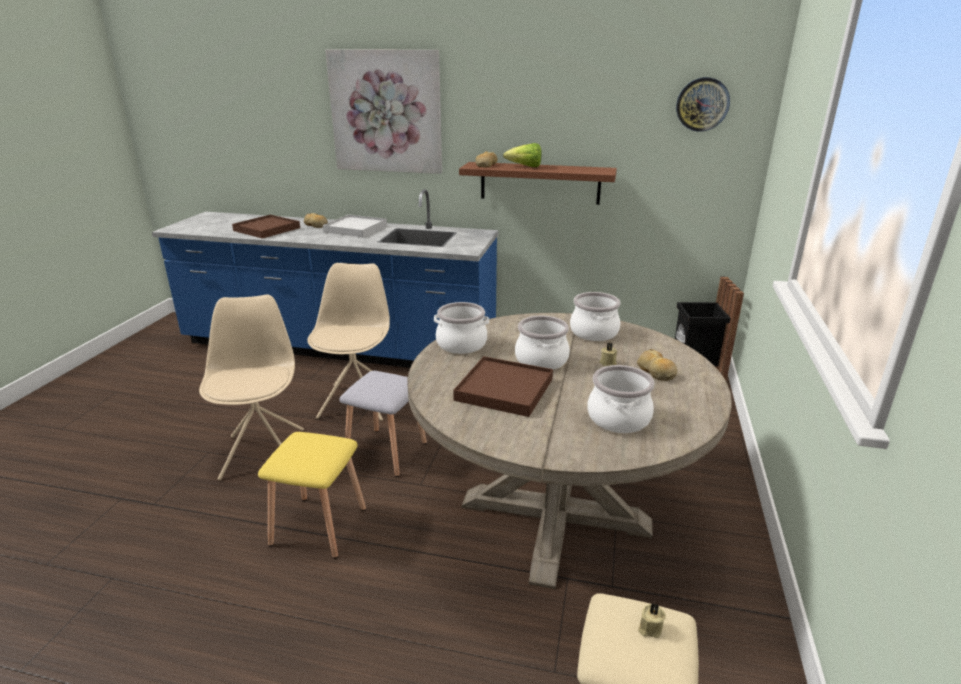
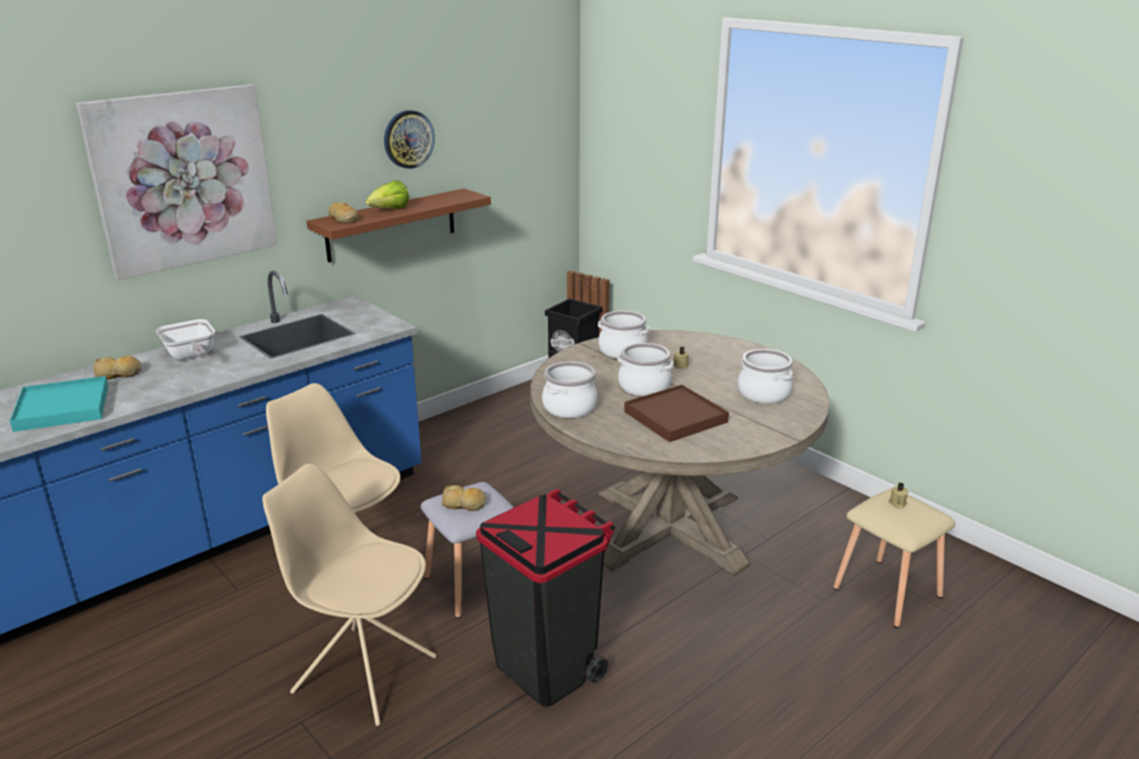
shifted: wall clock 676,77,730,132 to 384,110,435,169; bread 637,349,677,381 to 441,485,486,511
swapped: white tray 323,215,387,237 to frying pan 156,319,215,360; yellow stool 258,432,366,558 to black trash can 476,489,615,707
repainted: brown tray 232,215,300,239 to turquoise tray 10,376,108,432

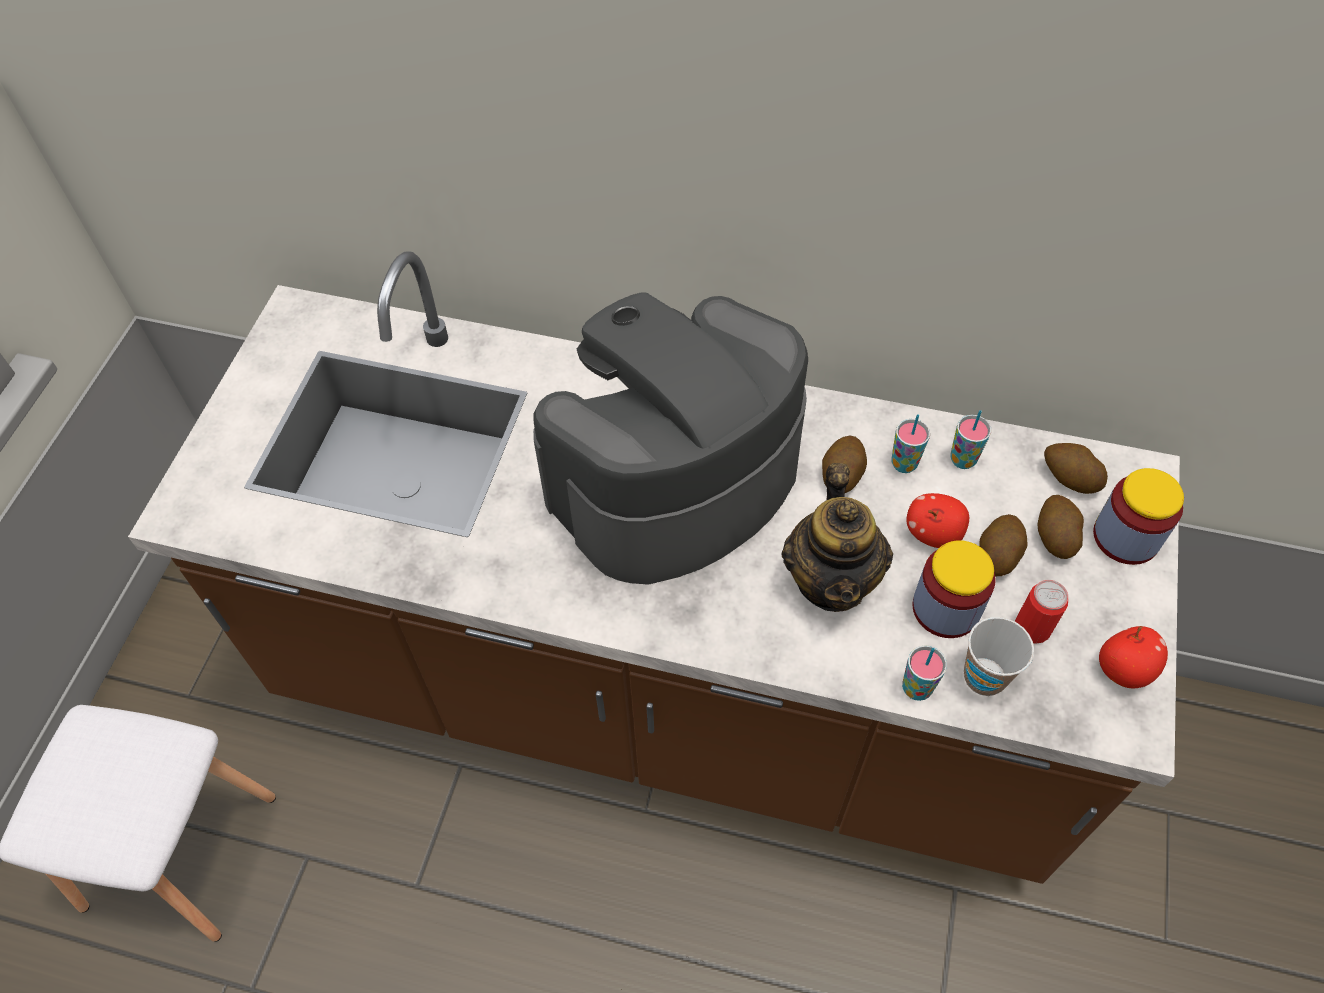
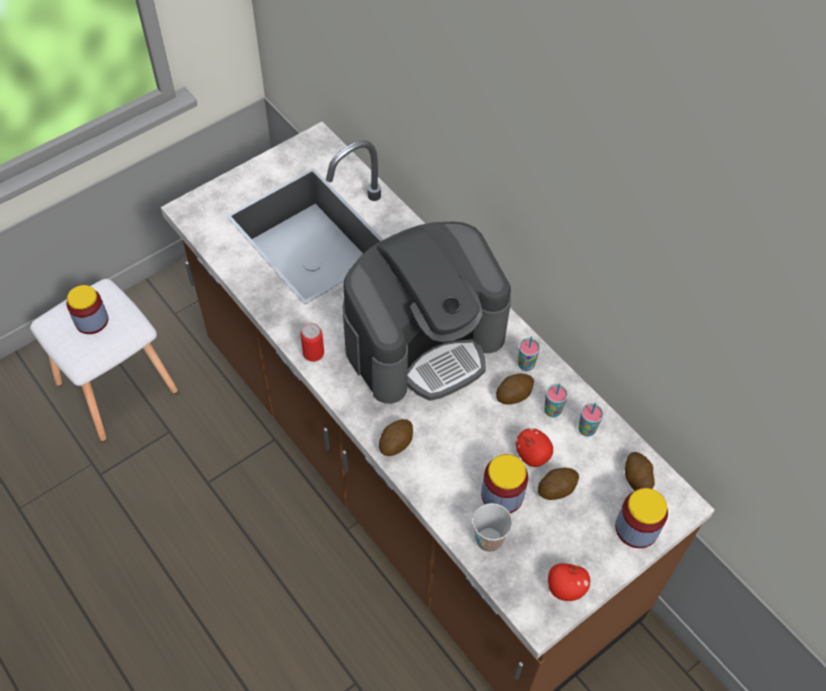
gone: teapot 782,463,893,612
new: jar 66,285,108,334
shifted: potato 1037,495,1084,559 to 379,419,413,456; can 1015,580,1068,644 to 300,323,324,362; cup 902,645,947,701 to 518,336,540,371
rotated: coffee machine 533,292,808,585 = 343,222,511,404 150 degrees clockwise

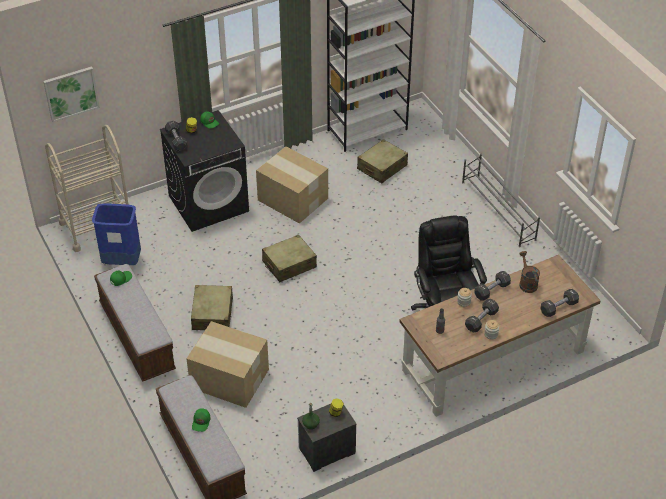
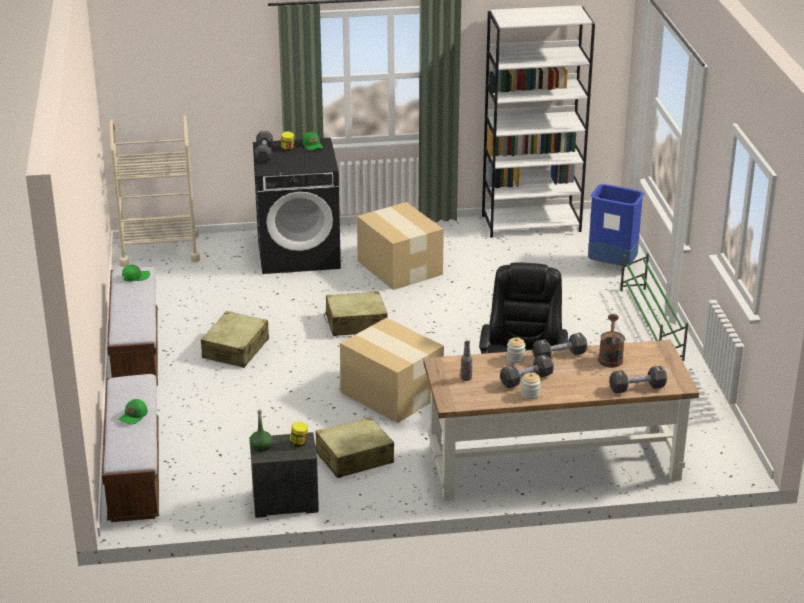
gone: picture 43,66,100,122
shifted: beige suitcase 357,139,408,183 to 315,417,394,478; blue trash can 92,203,141,265 to 588,184,644,266; cardboard box 186,321,269,408 to 340,318,444,423
repainted: grey shoe rack 462,154,540,247 to green shoe rack 620,253,688,361

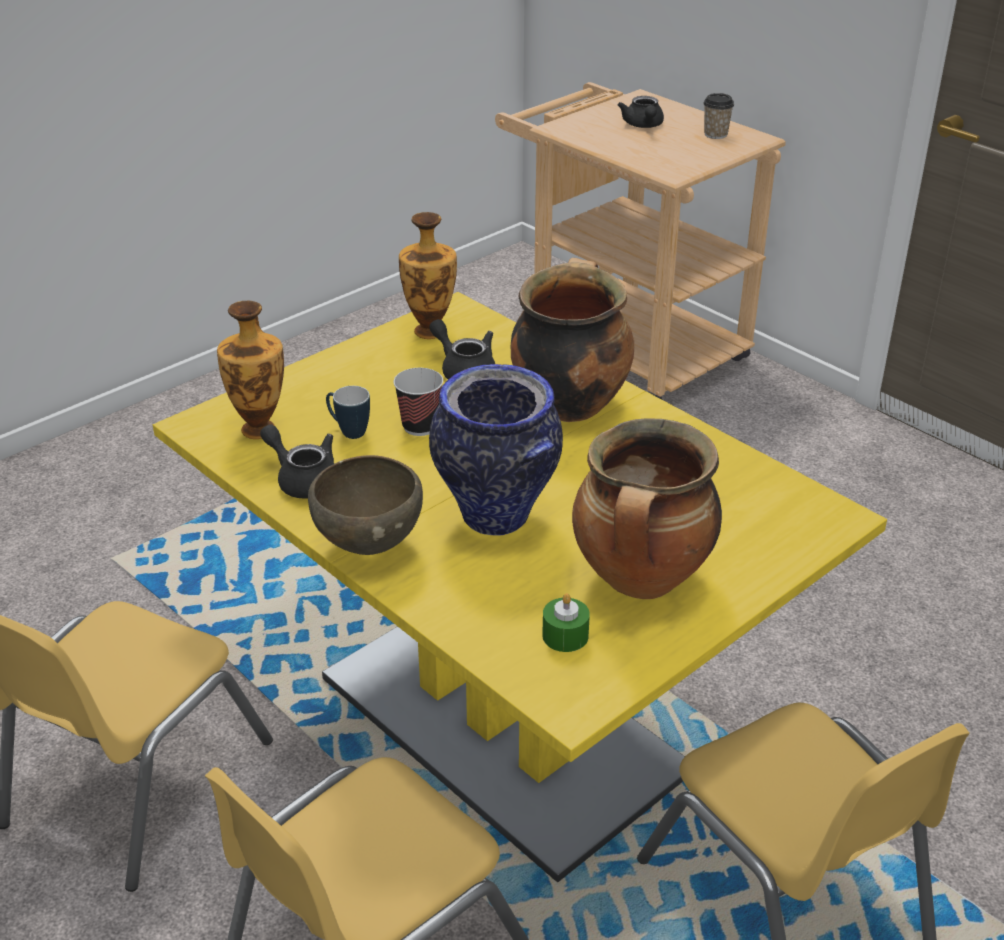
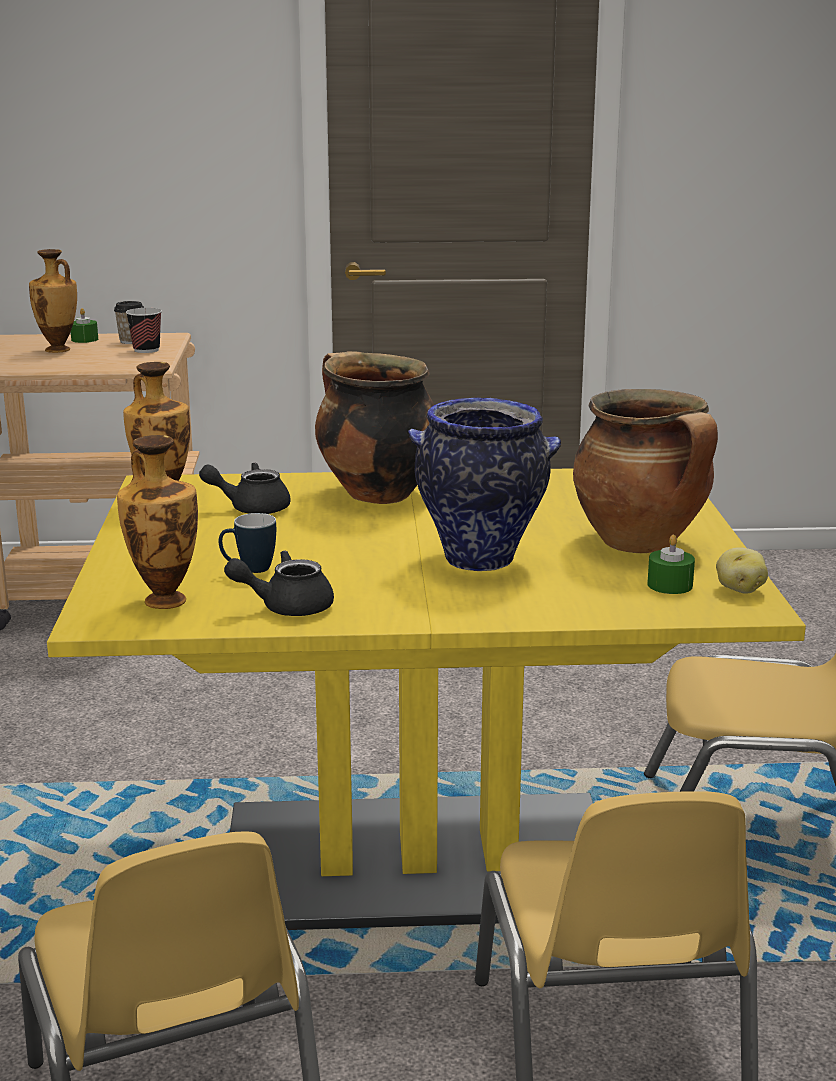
gone: brown bowl 308,455,423,555
new: green candle 71,308,98,343; potato 716,547,768,594
shifted: cup 393,368,443,436 to 126,308,162,353
swapped: black teapot 618,96,664,128 to vase 29,249,77,353

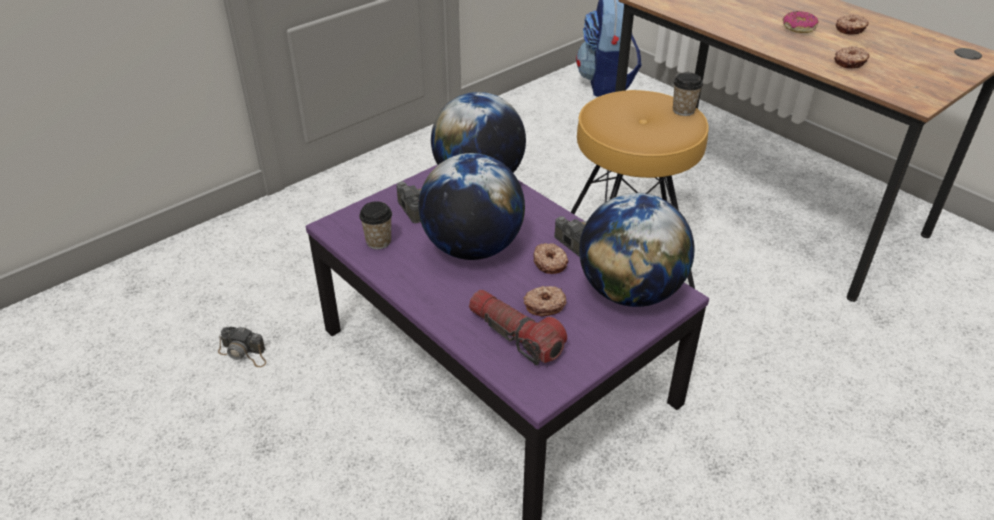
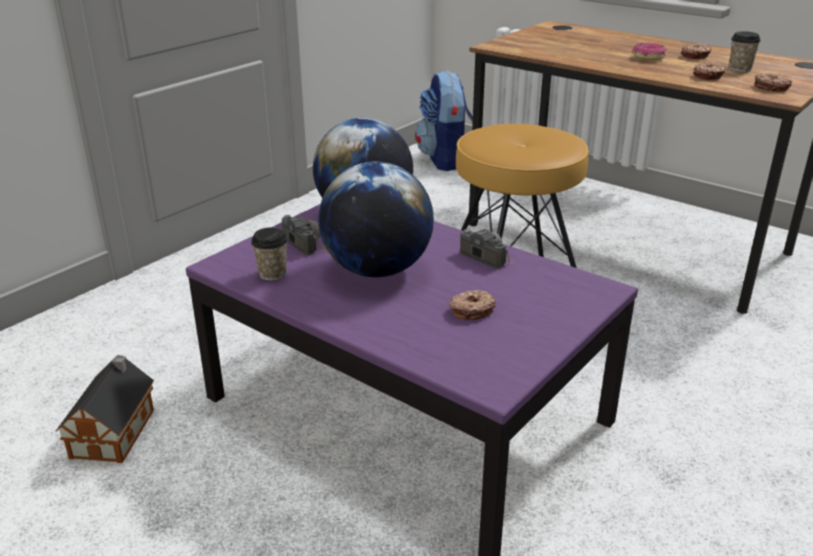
gone: globe 579,193,695,307; flashlight 469,290,567,365
shifted: cup 673,72,703,116 to 729,31,761,72; donut 533,243,569,274 to 754,73,792,92
swapped: photo camera 218,326,266,367 to toy house 56,355,154,463

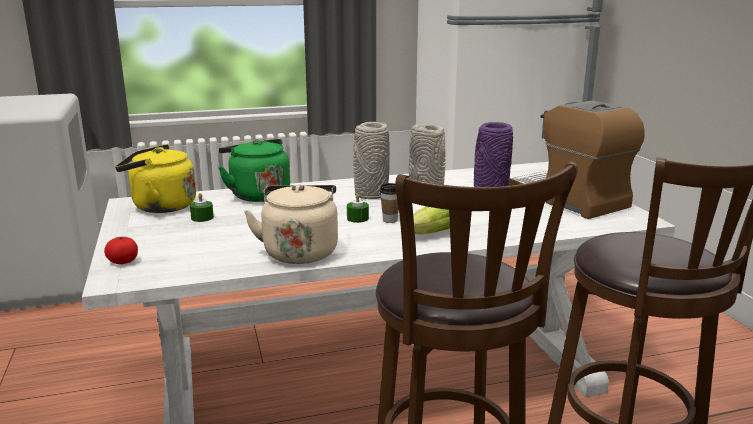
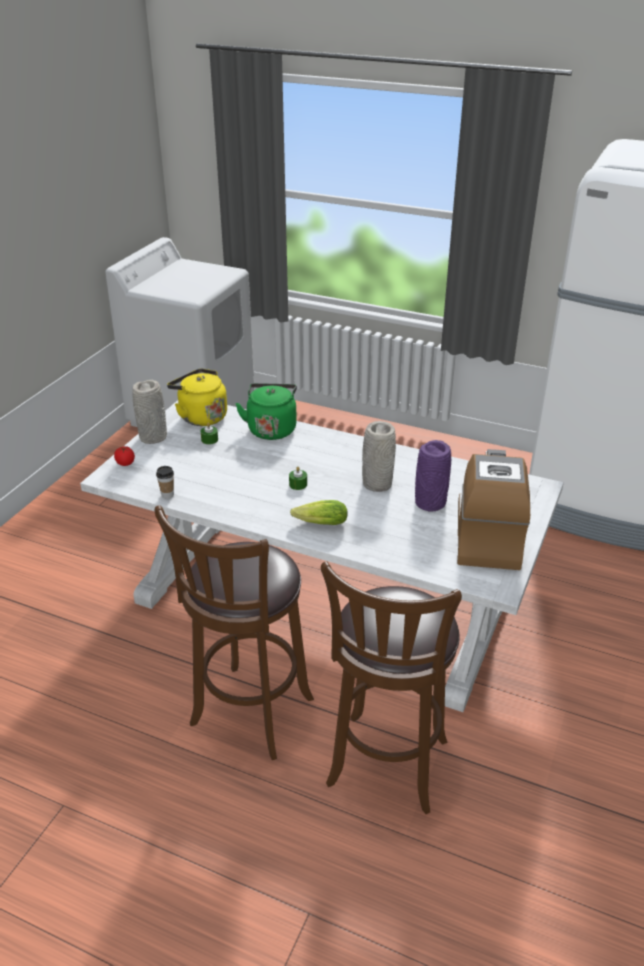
gone: beige kettle 244,184,338,264
shifted: grey vase 353,122,390,199 to 132,380,167,444; cup 380,183,399,223 to 156,466,174,499

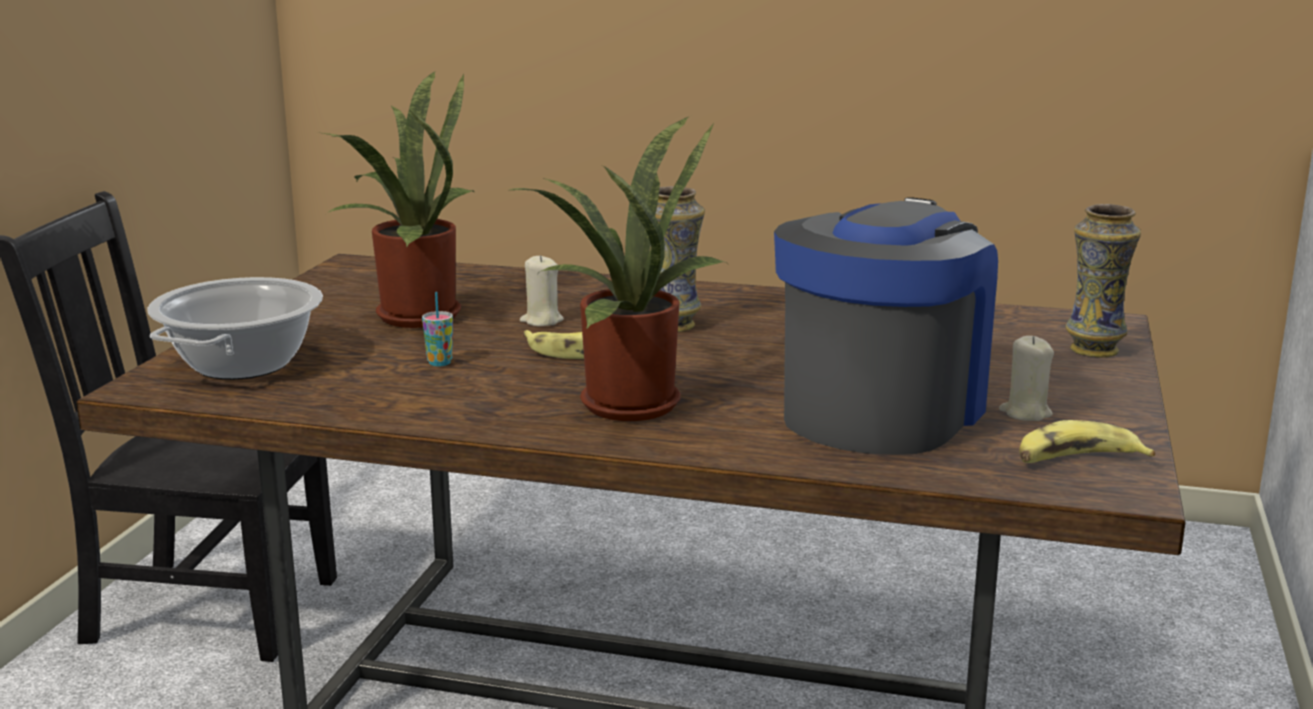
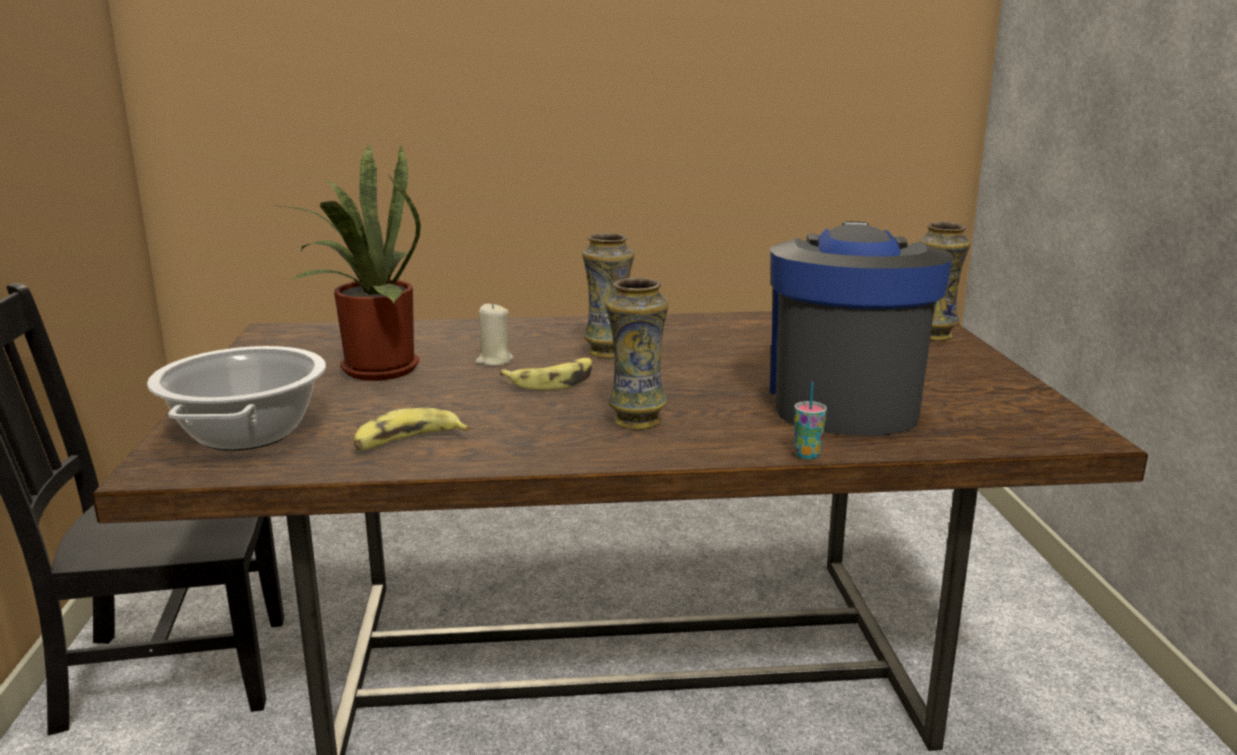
gone: beige candle 999,336,1054,421
shifted: cup 422,292,453,366 to 794,382,827,459; banana 1020,420,1155,463 to 354,408,470,450
swapped: potted plant 510,116,729,421 to vase 605,278,668,430

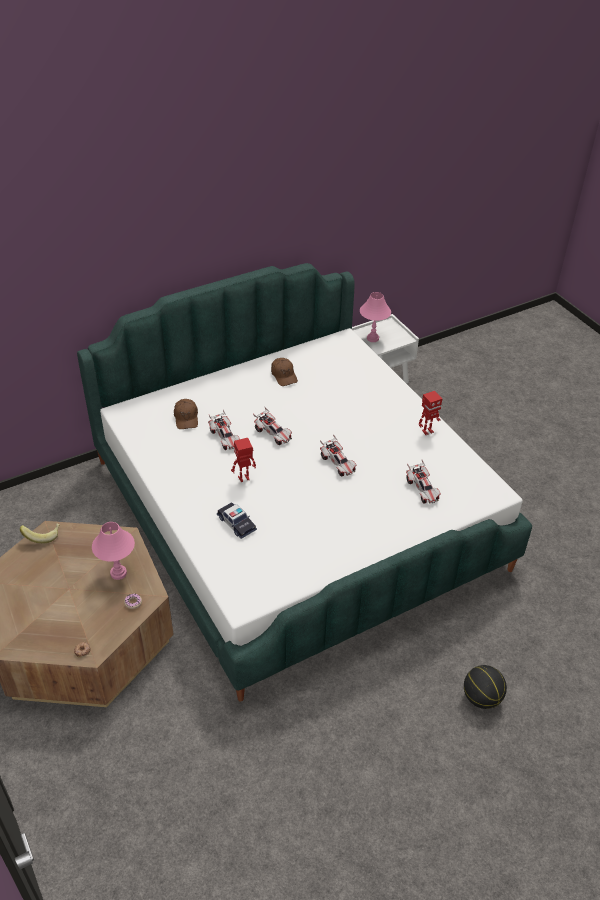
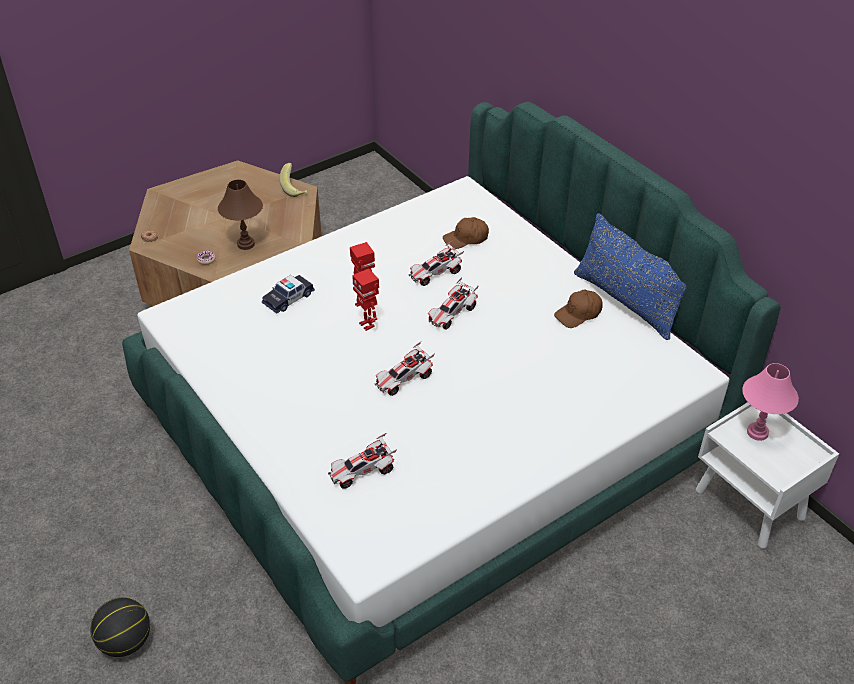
new: blue pillow 574,213,687,340
shifted: toy robot 419,391,442,435 to 352,269,379,331
repainted: pink table lamp 92,522,135,580 to brown table lamp 218,180,263,250

